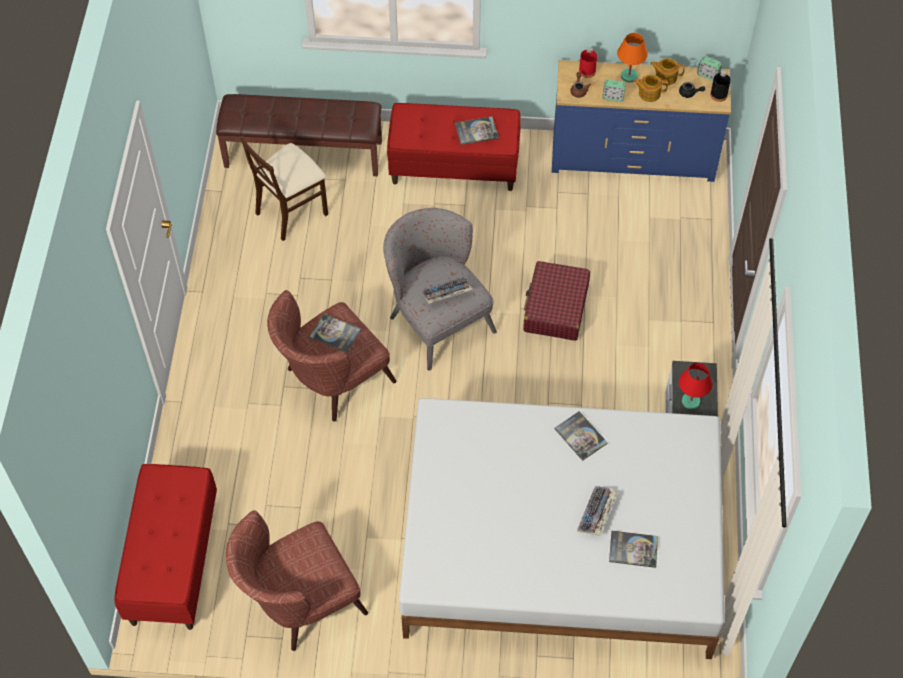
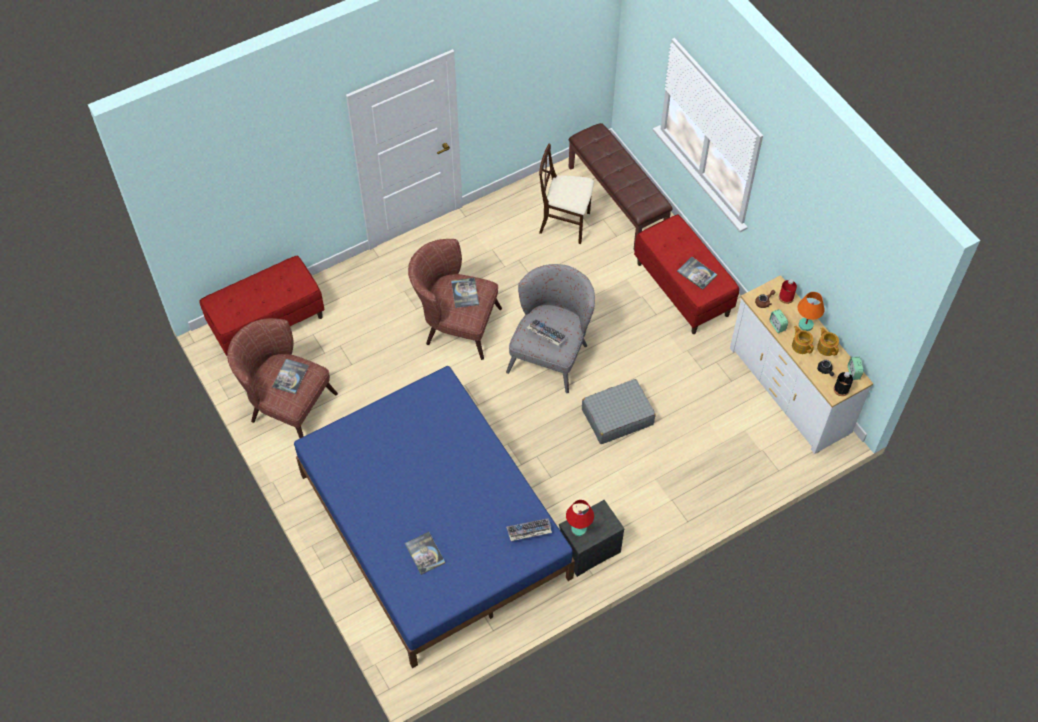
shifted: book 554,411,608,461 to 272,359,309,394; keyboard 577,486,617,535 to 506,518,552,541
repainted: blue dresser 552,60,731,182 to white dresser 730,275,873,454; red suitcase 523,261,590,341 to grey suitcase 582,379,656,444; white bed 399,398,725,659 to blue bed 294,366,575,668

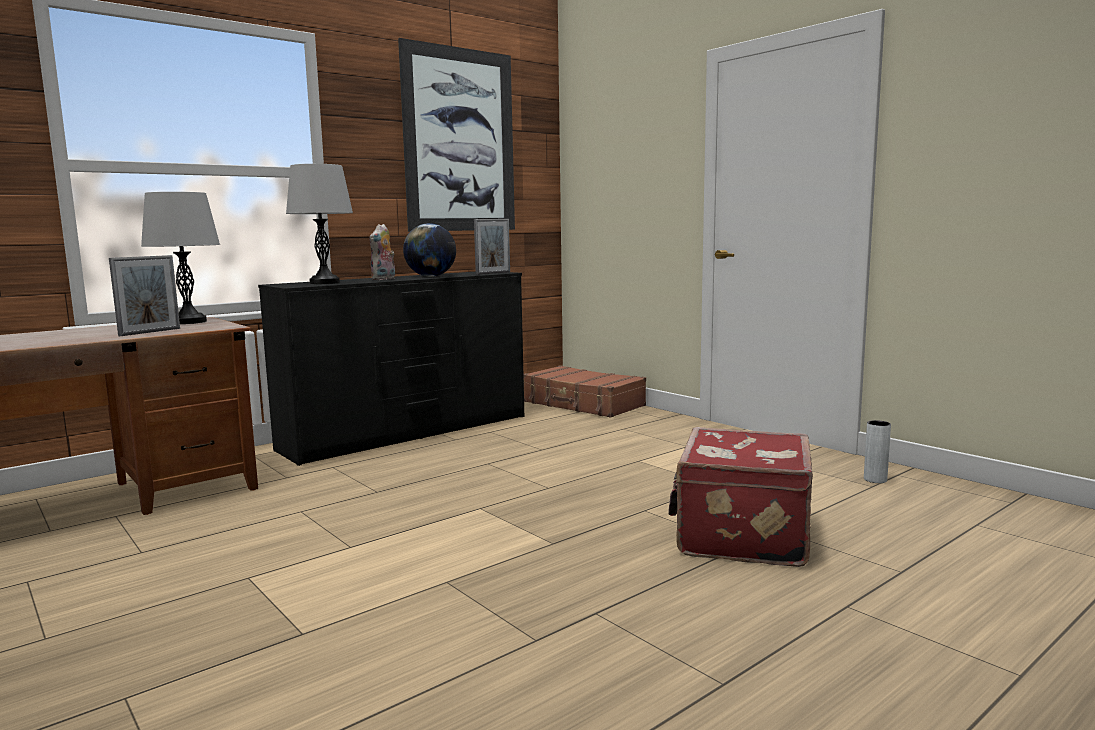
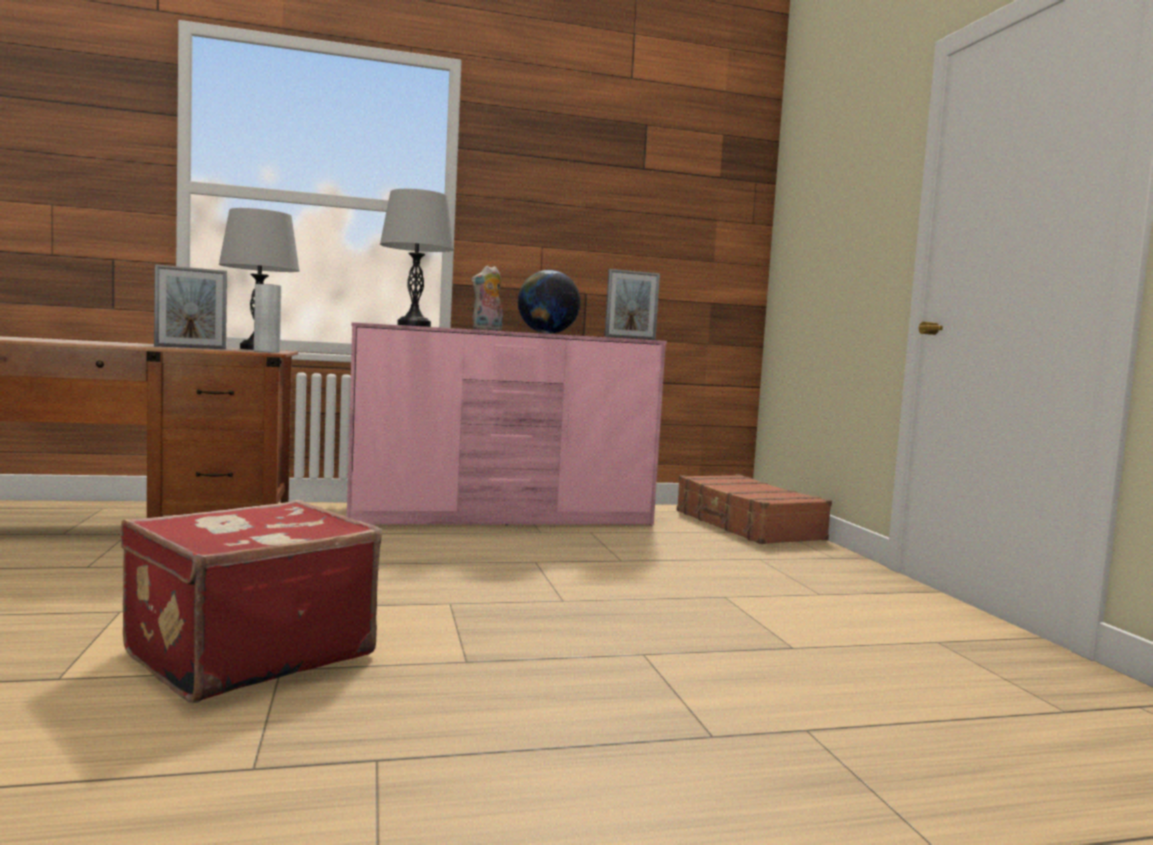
gone: picture 398,38,515,232
shifted: grey vase 864,420,891,483 to 254,284,281,353; red suitcase 668,427,813,567 to 121,500,382,703
repainted: black dresser 258,272,524,466 to pink dresser 347,322,667,525

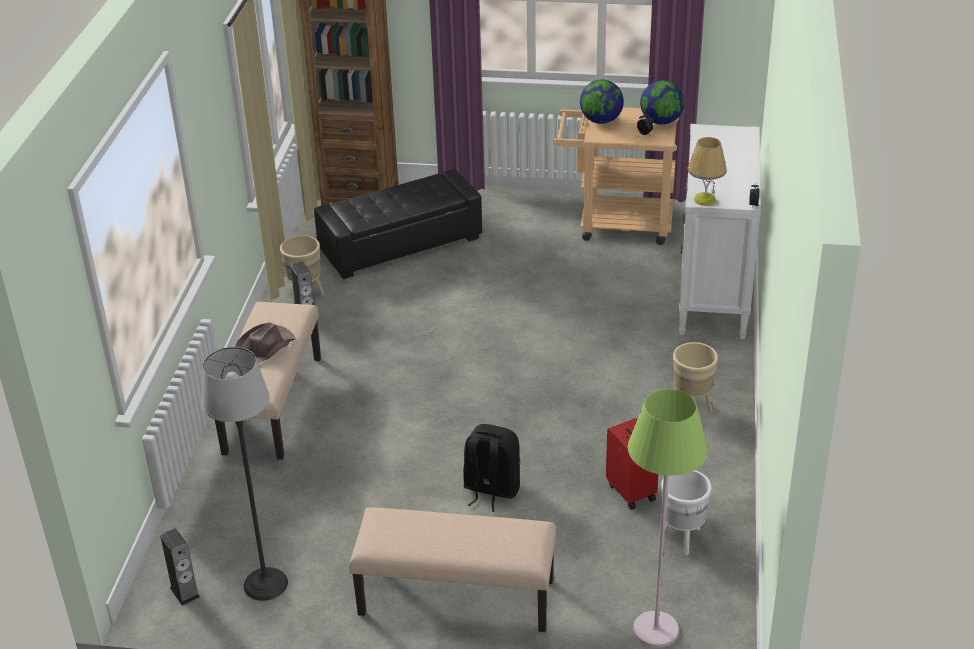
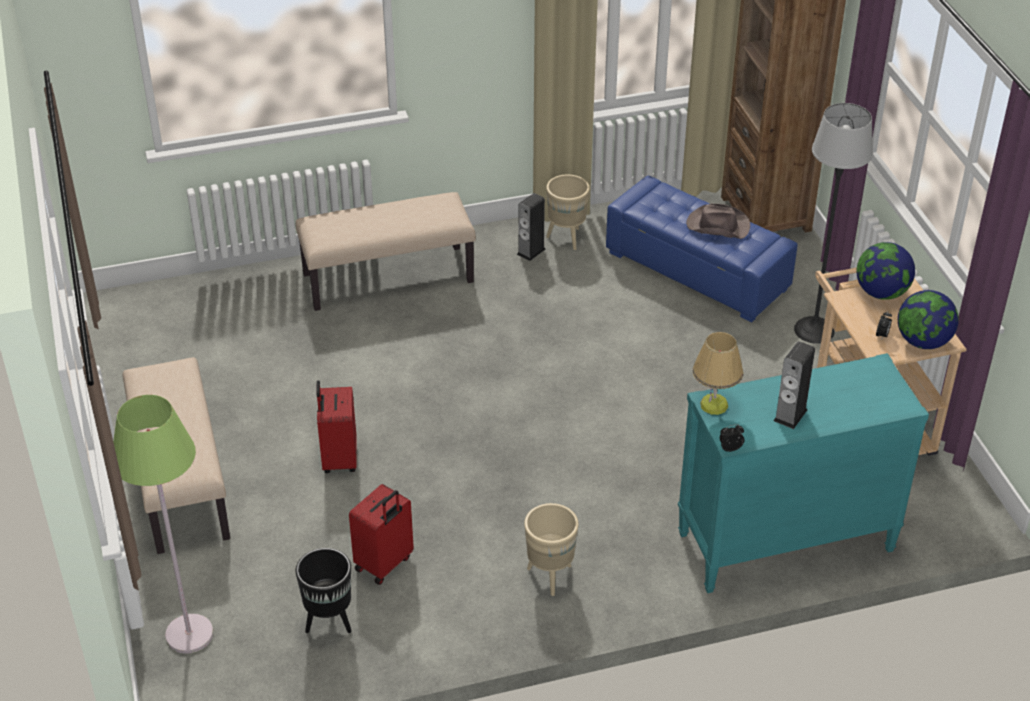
shifted: brown hat 235,322,295,363 to 686,204,750,239; floor lamp 201,347,288,601 to 794,103,873,344; speaker 160,528,200,606 to 773,341,815,429
swapped: black backpack 463,424,520,512 to red suitcase 316,380,357,473
repainted: white dresser 679,124,761,339 to turquoise dresser 678,353,929,593; black ottoman 314,169,482,279 to blue ottoman 606,175,797,322; white planter 661,470,711,556 to black planter 296,548,352,633

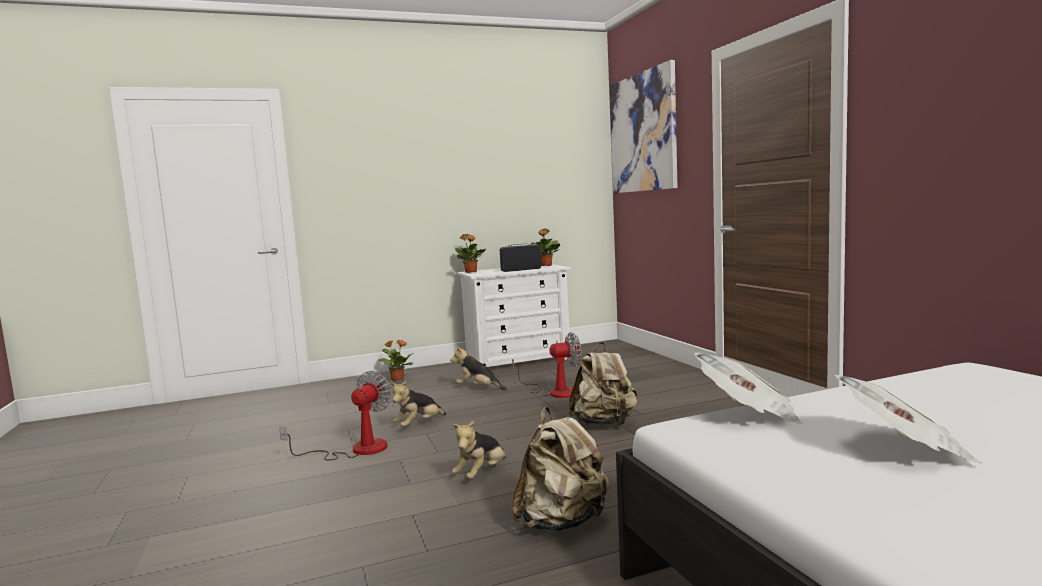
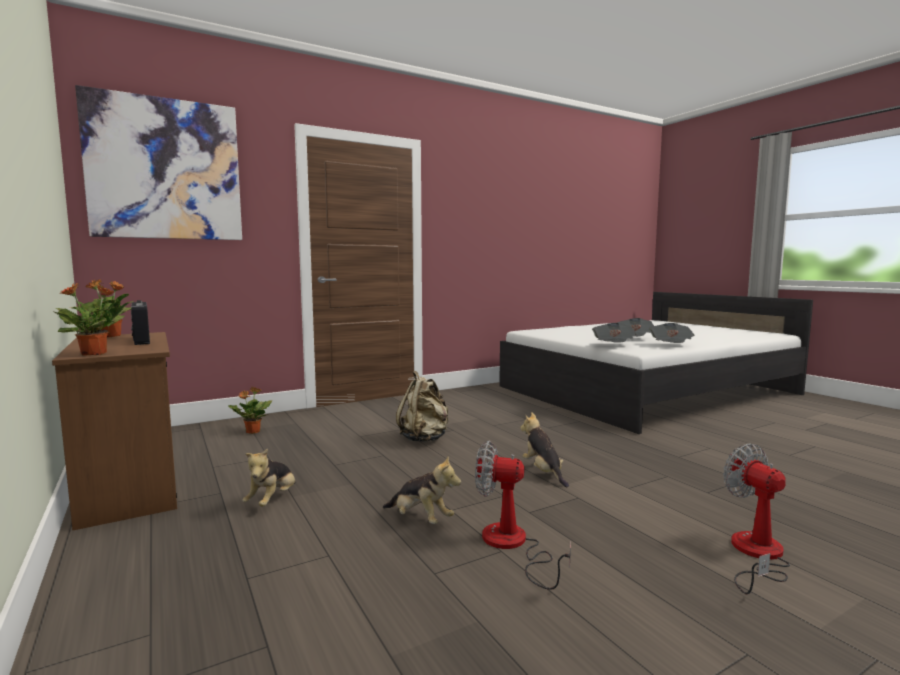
gone: beige backpack 511,407,609,532
new: newspaper 649,323,694,343
shifted: fan 512,332,581,398 to 723,443,790,594; potted plant 378,340,413,381 to 228,387,272,434
repainted: white dresser 457,264,571,367 to brown dresser 52,332,177,530
rotated: plush toy 452,421,506,479 = 520,412,569,487 135 degrees counterclockwise

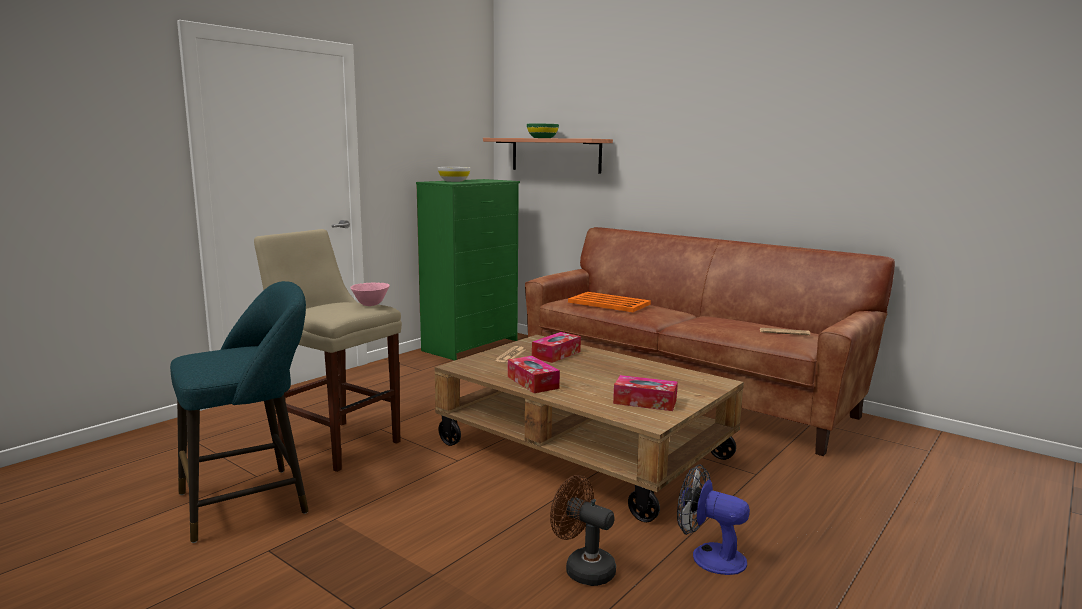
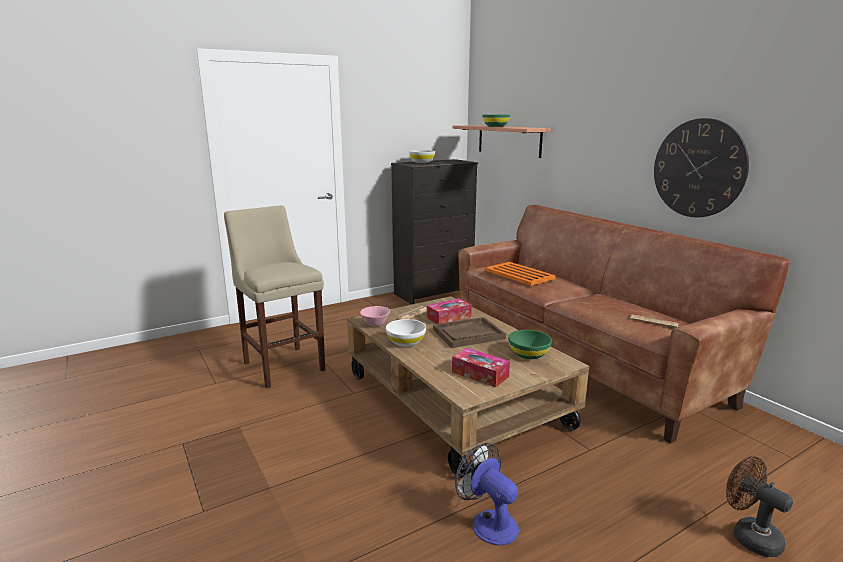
gone: turquoise stool 170,281,308,543
new: wall clock 654,118,749,218; brown tray 433,317,506,348; green bowl 508,330,552,359
shifted: pink bowl 350,282,390,306 to 360,306,390,327; brown fan 550,475,616,586 to 726,456,793,557
swapped: tissue box 508,356,560,393 to white bowl 386,319,426,347
repainted: green dresser 416,179,520,361 to black dresser 391,159,478,304

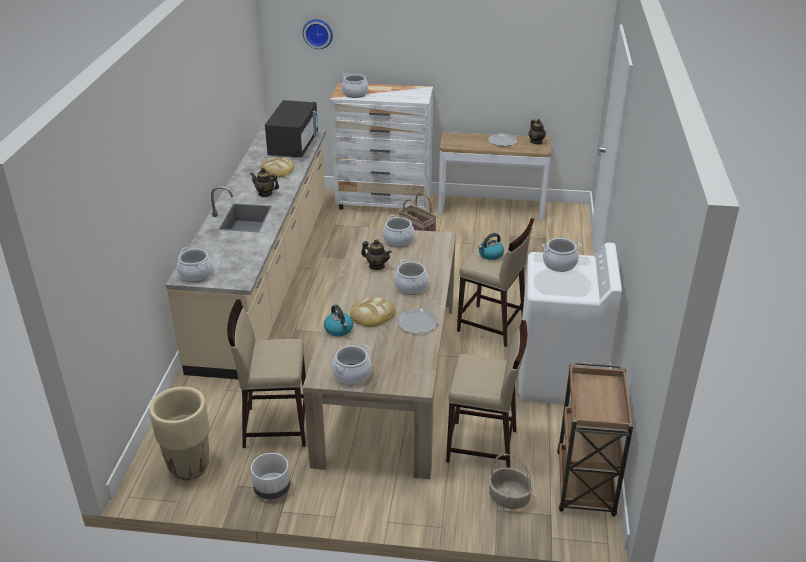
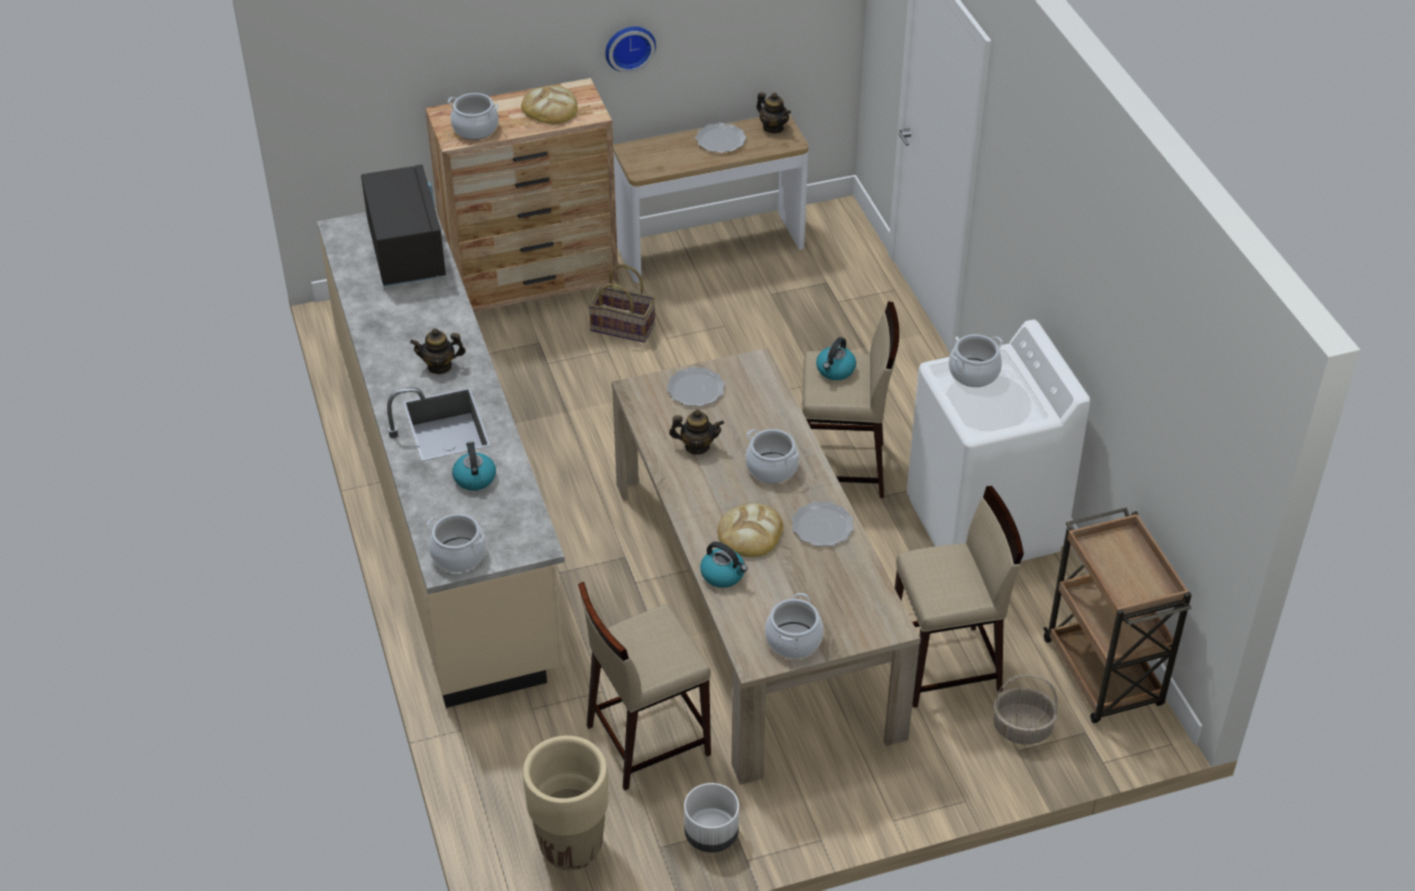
new: kettle 452,441,496,491
shifted: wall clock 303,19,333,49 to 605,26,656,73; bread 260,157,294,178 to 521,85,578,124
swapped: cooking pot 383,215,415,247 to plate 667,367,725,406
repainted: white dresser 330,82,433,210 to brown dresser 425,78,619,312

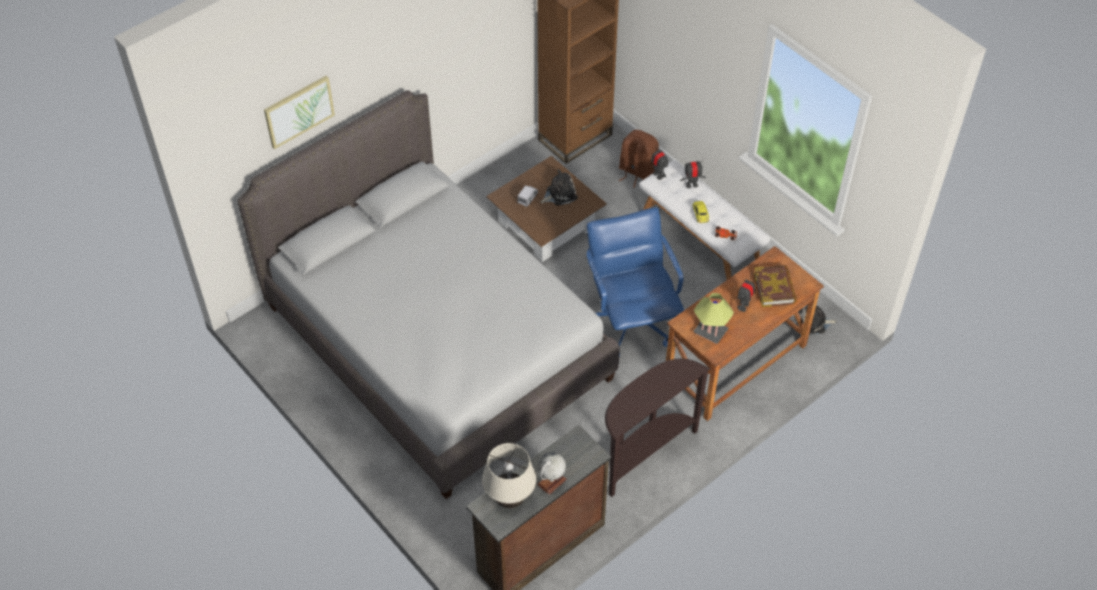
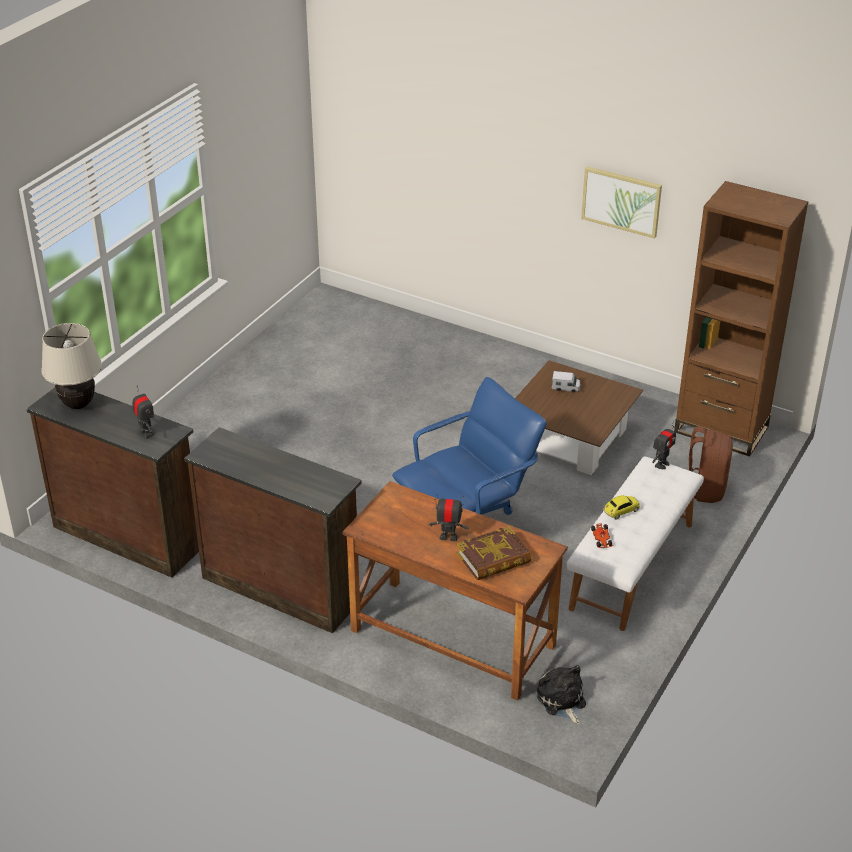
gone: grey bed 238,90,620,499; plush toy 541,169,578,206; table lamp 693,293,734,344; globe 537,452,567,495
shifted: picture 264,76,335,149 to 581,166,662,239; toy robot 680,158,706,188 to 132,386,155,439
swapped: brown console table 605,359,710,497 to brown dresser 184,427,361,633

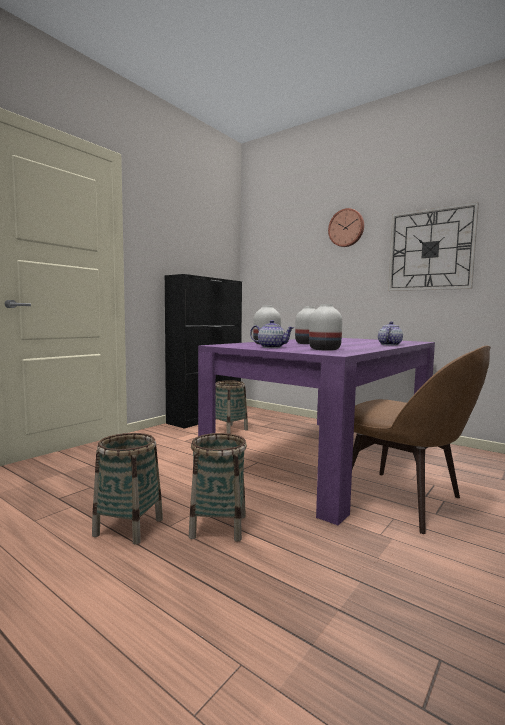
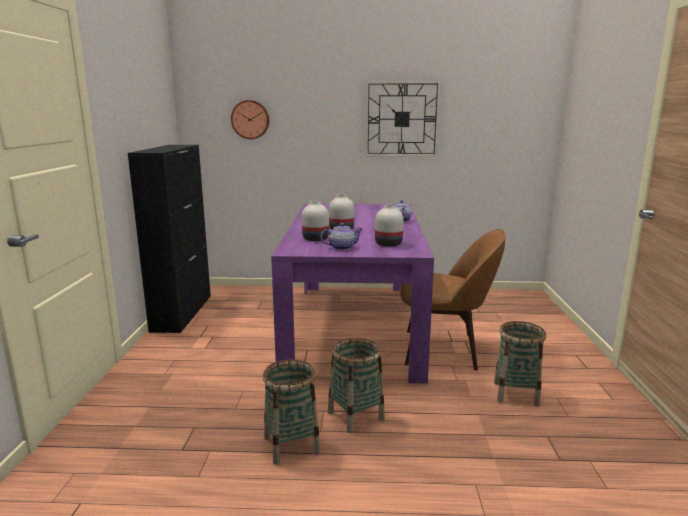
shifted: wall clock 328,208,364,247 to 231,100,269,139; basket 215,380,248,434 to 494,321,546,406

